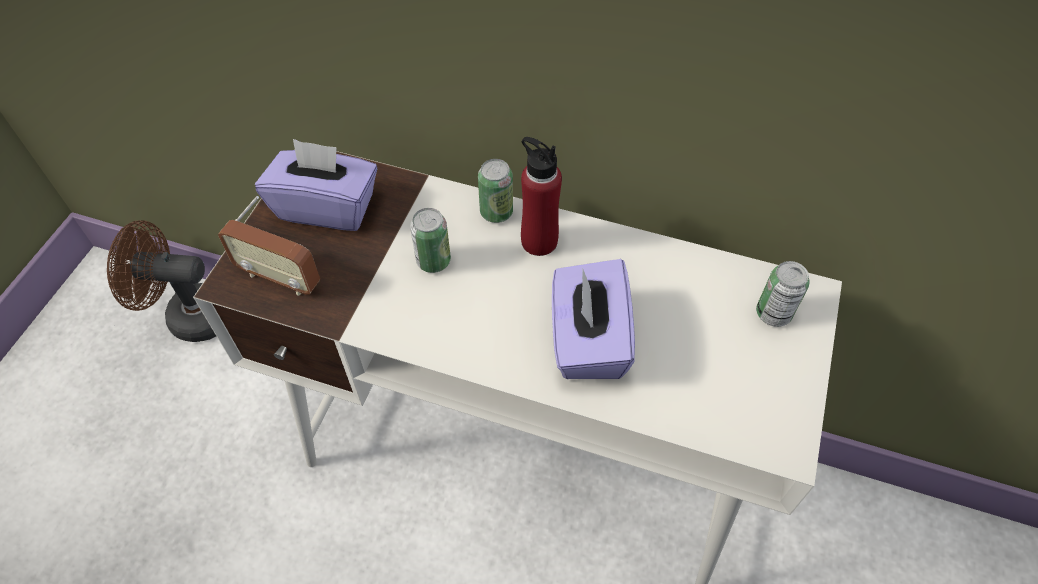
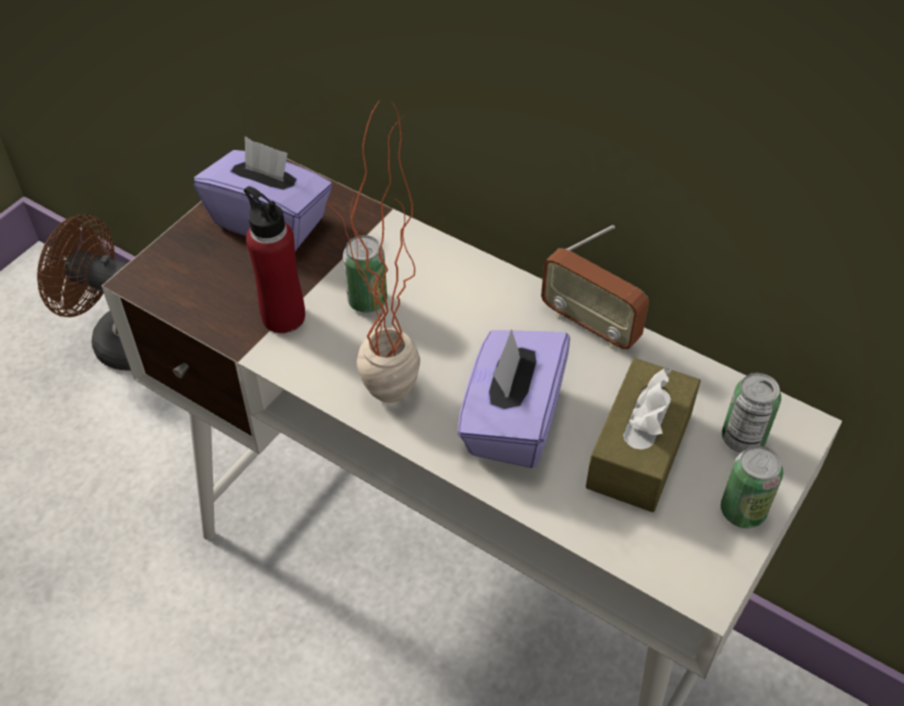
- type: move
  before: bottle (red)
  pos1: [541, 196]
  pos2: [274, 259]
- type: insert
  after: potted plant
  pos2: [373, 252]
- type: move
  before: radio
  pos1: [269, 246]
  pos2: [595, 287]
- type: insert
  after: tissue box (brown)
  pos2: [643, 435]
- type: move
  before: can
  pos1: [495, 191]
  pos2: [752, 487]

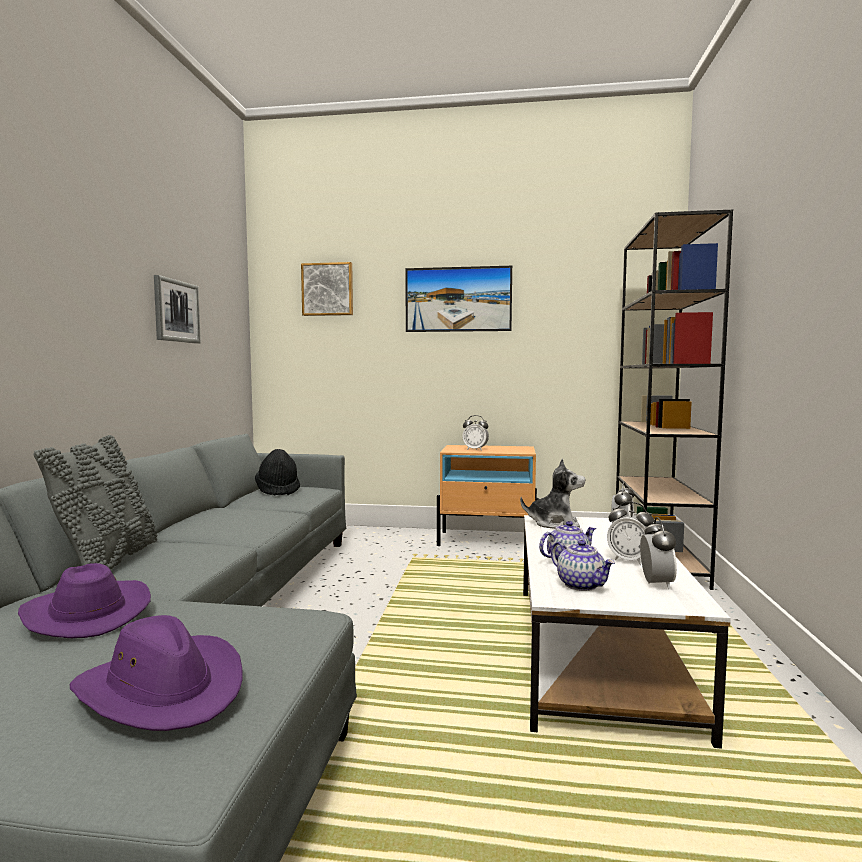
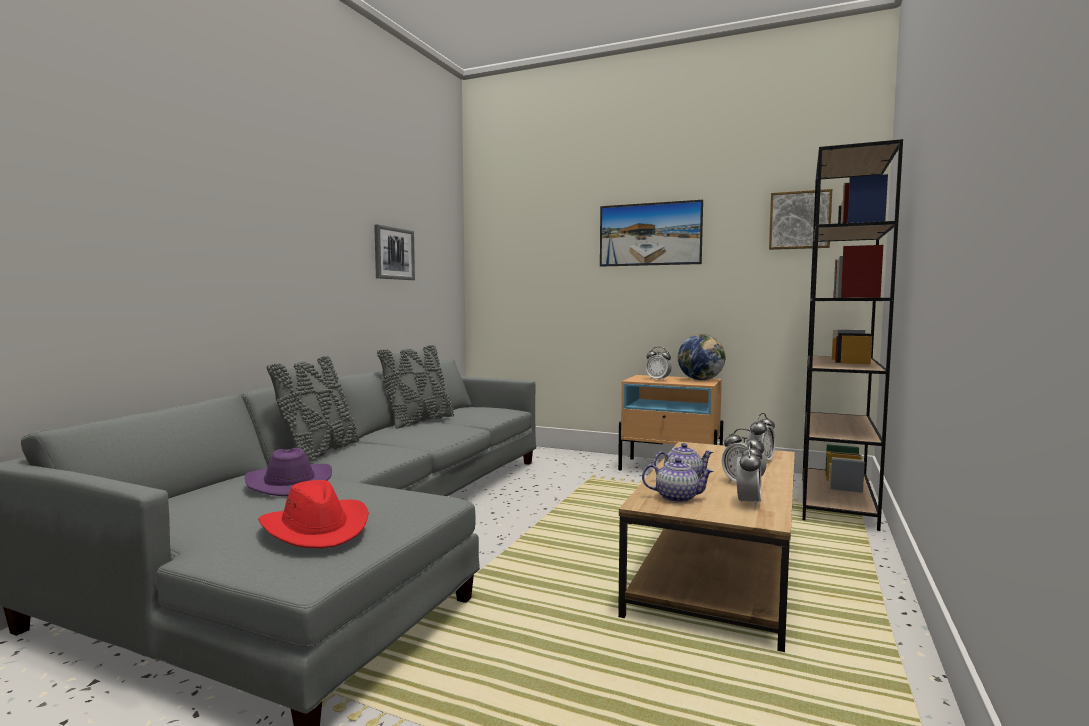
- type: recolor
  before: hat (purple)
  after: hat (red)
  pos1: [156, 673]
  pos2: [313, 514]
- type: insert
  after: pillow (grey)
  pos2: [415, 387]
- type: recolor
  before: coffee table (white)
  after: coffee table (brown)
  pos1: [627, 632]
  pos2: [706, 547]
- type: rotate
  before: teapot
  pos1: [583, 565]
  pos2: [678, 480]
  turn: -60
- type: insert
  after: globe
  pos2: [701, 357]
- type: move
  before: picture
  pos1: [327, 289]
  pos2: [800, 219]
- type: delete
  before: hat (black)
  pos1: [277, 472]
- type: delete
  before: plush toy
  pos1: [553, 494]

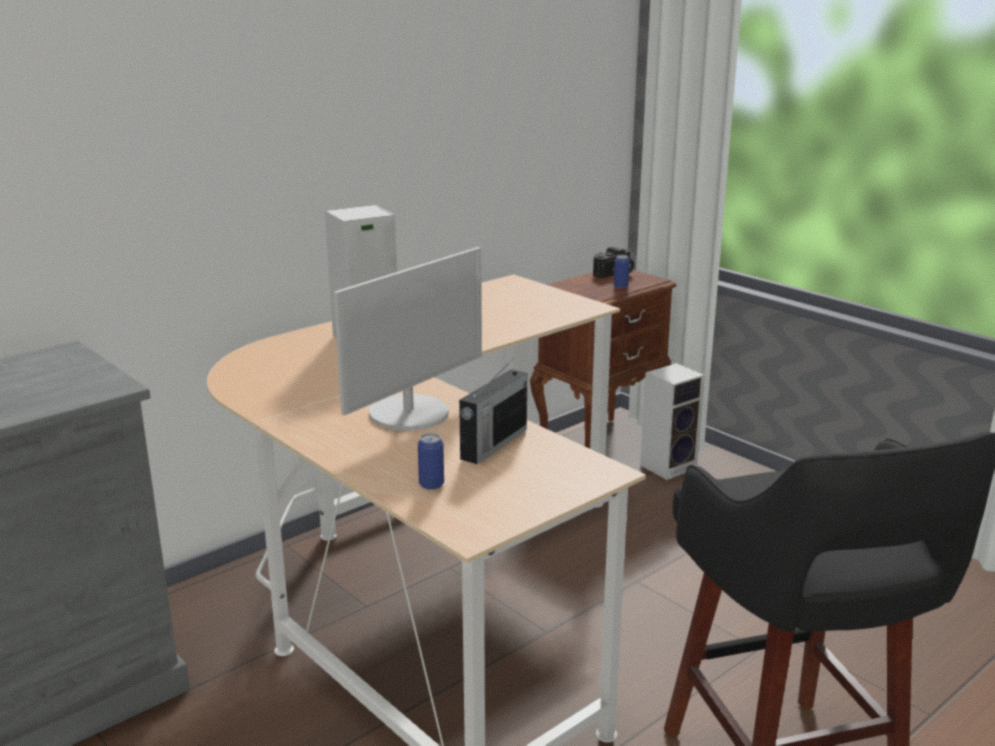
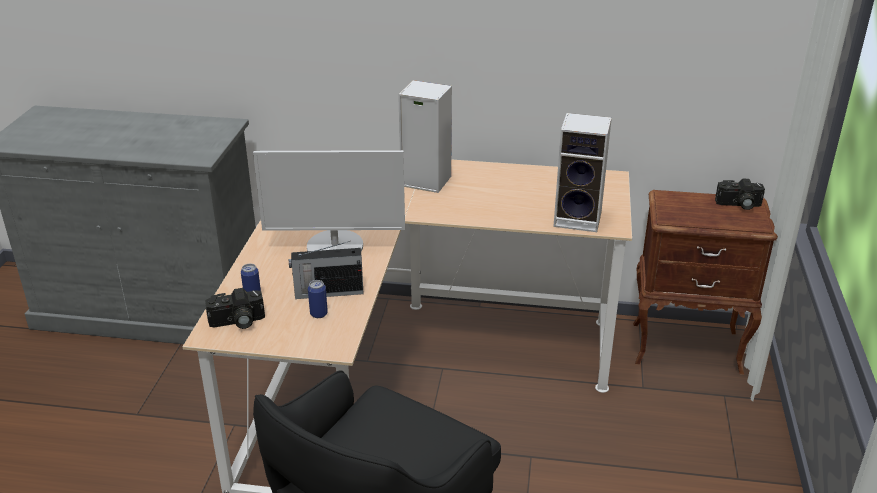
- type: insert
  after: photo camera
  pos2: [235, 308]
- type: move
  before: can
  pos1: [622, 271]
  pos2: [318, 299]
- type: move
  before: speaker
  pos1: [672, 421]
  pos2: [582, 172]

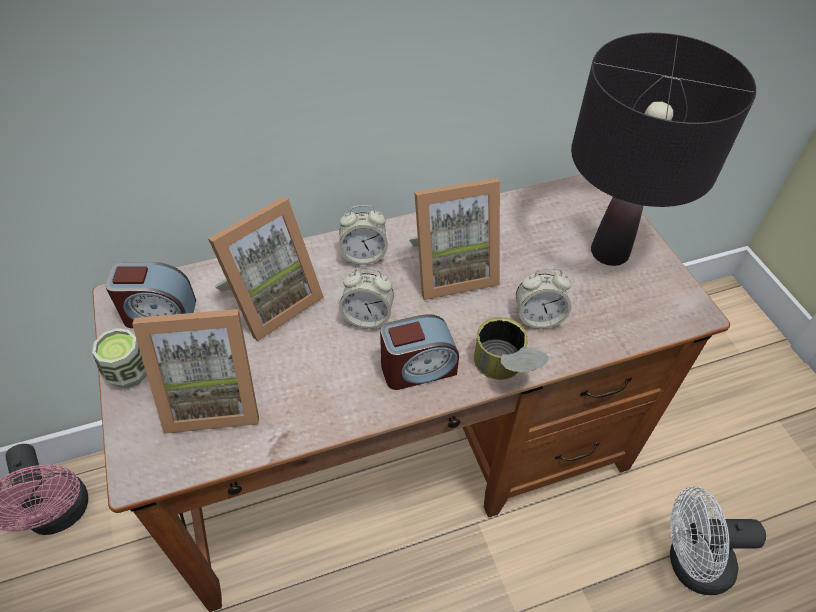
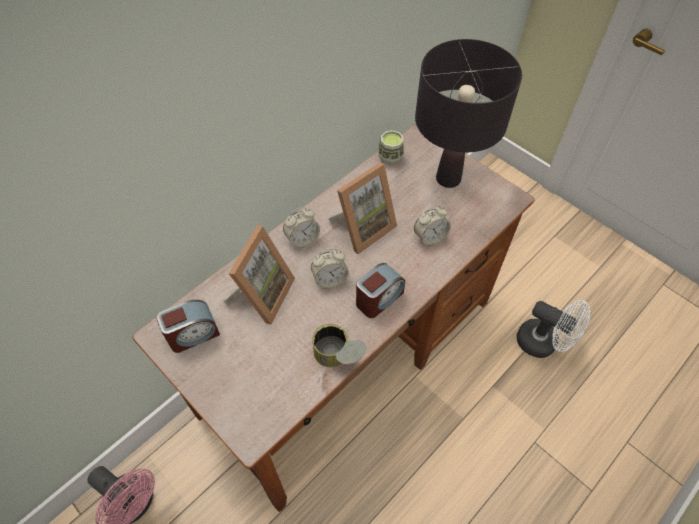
- type: move
  before: can
  pos1: [511, 348]
  pos2: [339, 345]
- type: move
  before: cup
  pos1: [119, 358]
  pos2: [391, 147]
- type: rotate
  before: fan (white)
  pos1: [718, 540]
  pos2: [553, 329]
  turn: -120
- type: delete
  before: picture frame
  pos1: [195, 371]

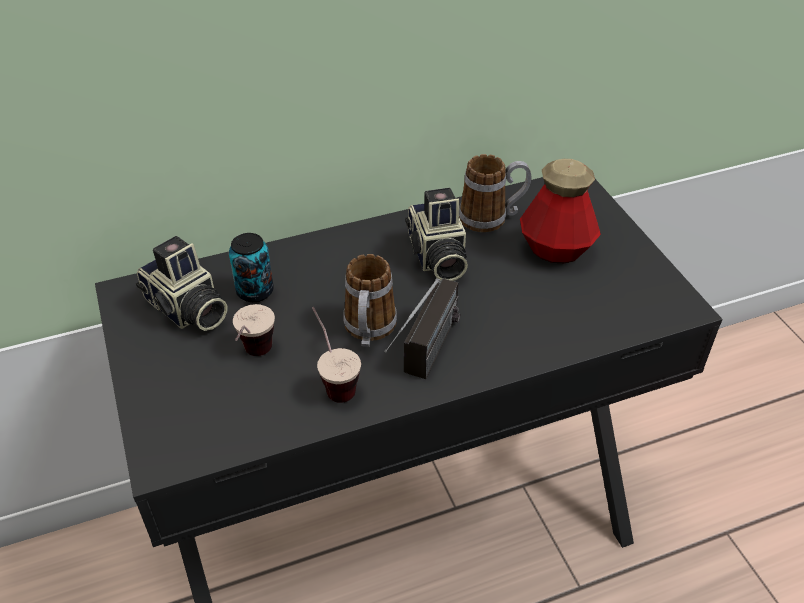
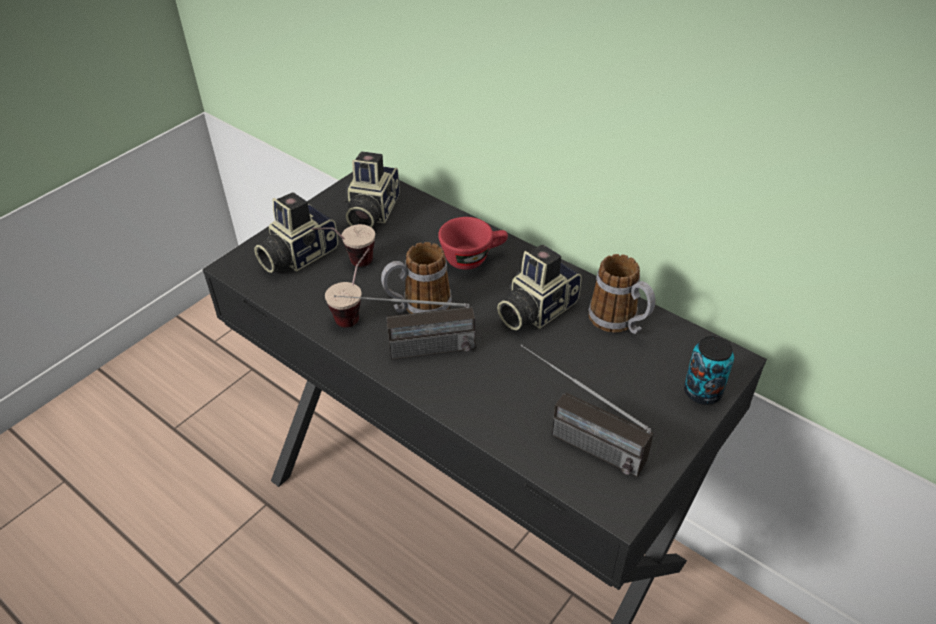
- type: insert
  after: photo camera
  pos2: [296, 232]
- type: insert
  after: cup (red)
  pos2: [473, 243]
- type: insert
  after: radio
  pos2: [587, 411]
- type: move
  before: can
  pos1: [251, 267]
  pos2: [709, 370]
- type: delete
  before: bottle
  pos1: [560, 211]

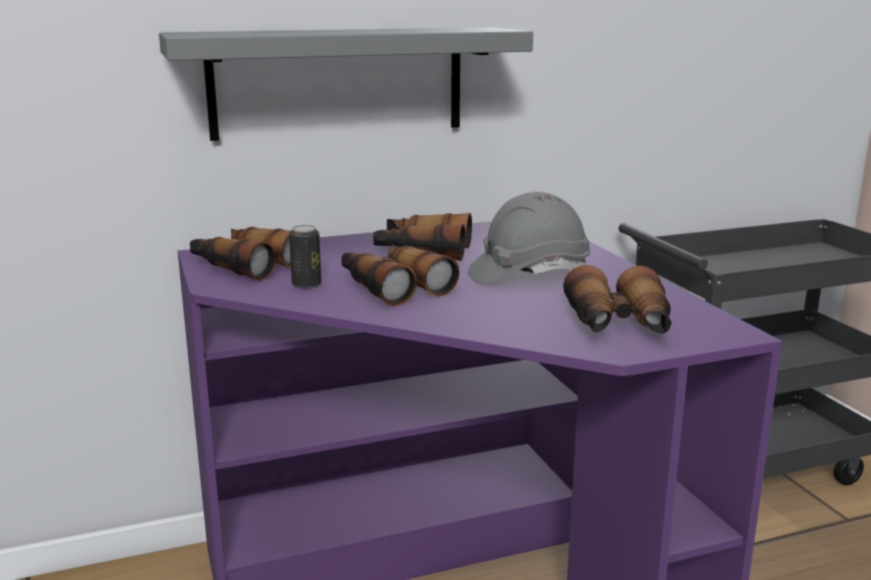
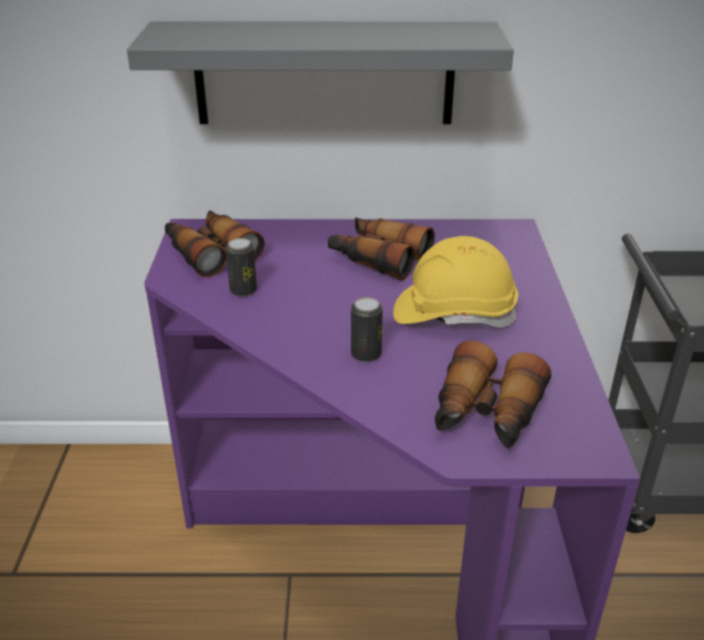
- type: insert
  after: can
  pos2: [367, 329]
- type: recolor
  before: hard hat (grey)
  after: hard hat (yellow)
  pos1: [529, 238]
  pos2: [455, 281]
- type: delete
  before: binoculars
  pos1: [400, 275]

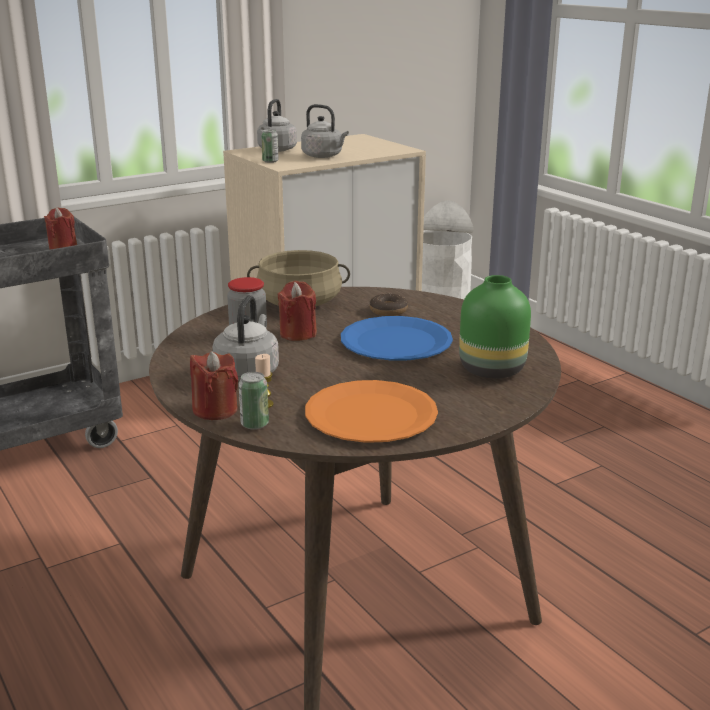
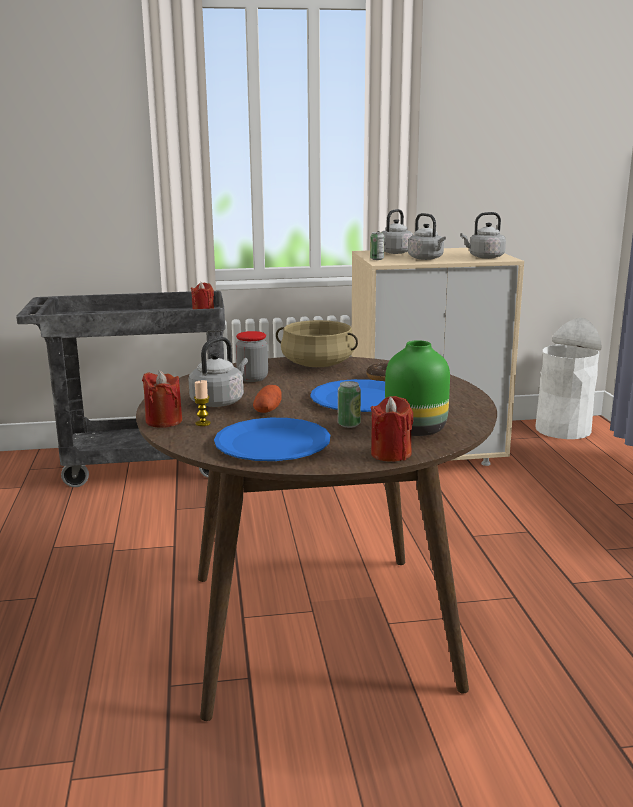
- type: recolor
  before: plate (orange)
  after: plate (blue)
  pos1: [371, 411]
  pos2: [272, 439]
- type: insert
  after: potato
  pos2: [267, 399]
- type: move
  before: can
  pos1: [254, 401]
  pos2: [349, 404]
- type: move
  before: candle (red)
  pos1: [297, 311]
  pos2: [392, 429]
- type: insert
  after: kettle (grey)
  pos2: [483, 235]

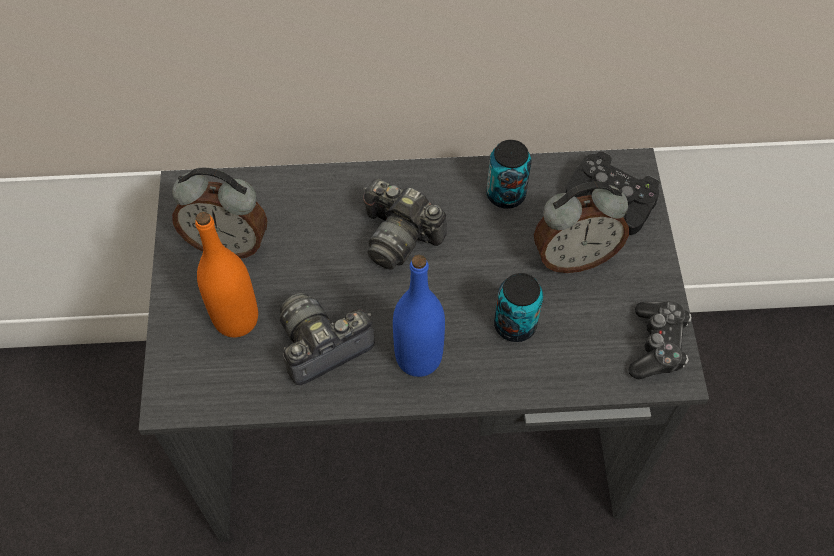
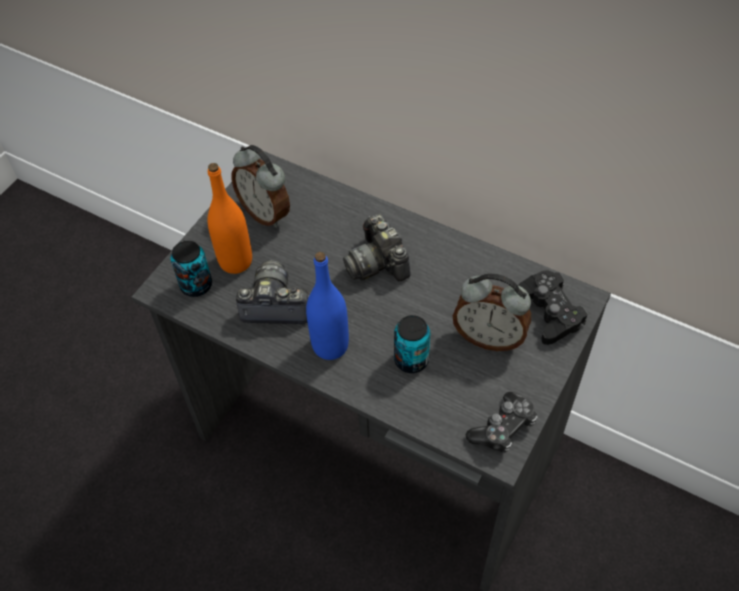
- type: move
  before: can
  pos1: [508, 174]
  pos2: [191, 268]

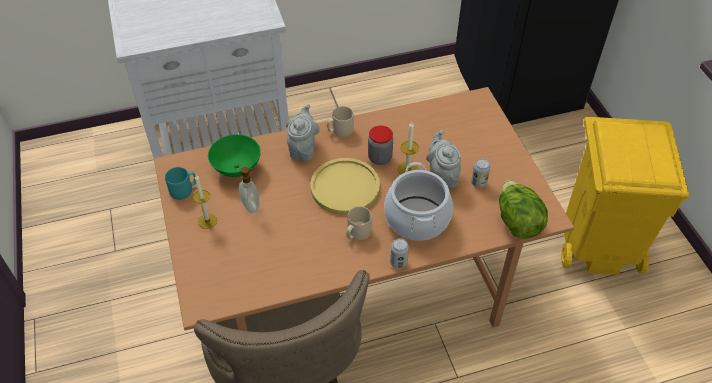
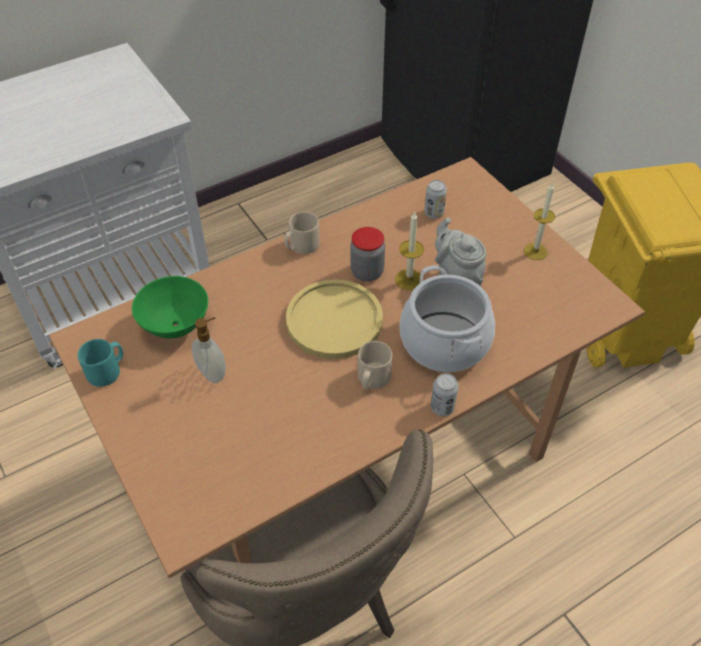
- type: move
  before: can
  pos1: [480, 173]
  pos2: [435, 199]
- type: move
  before: candle
  pos1: [205, 202]
  pos2: [539, 221]
- type: delete
  before: teapot (grey)
  pos1: [302, 132]
- type: delete
  before: lettuce
  pos1: [523, 209]

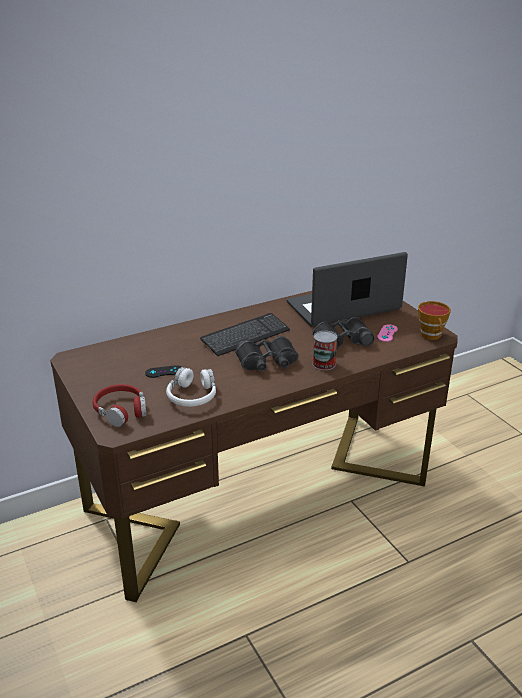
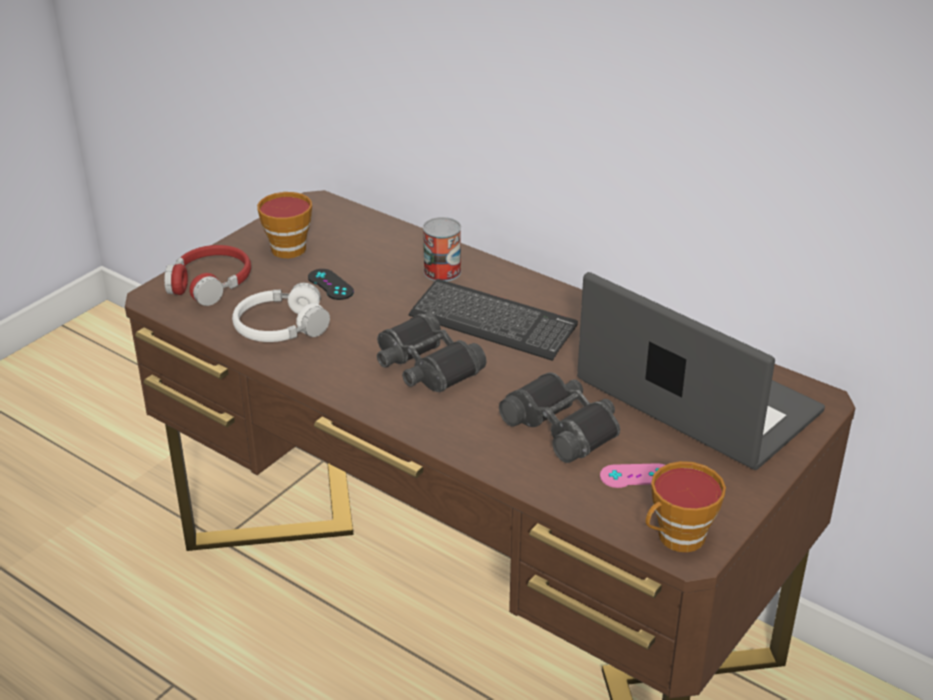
- type: insert
  after: cup
  pos2: [284, 225]
- type: move
  before: can
  pos1: [325, 350]
  pos2: [442, 249]

